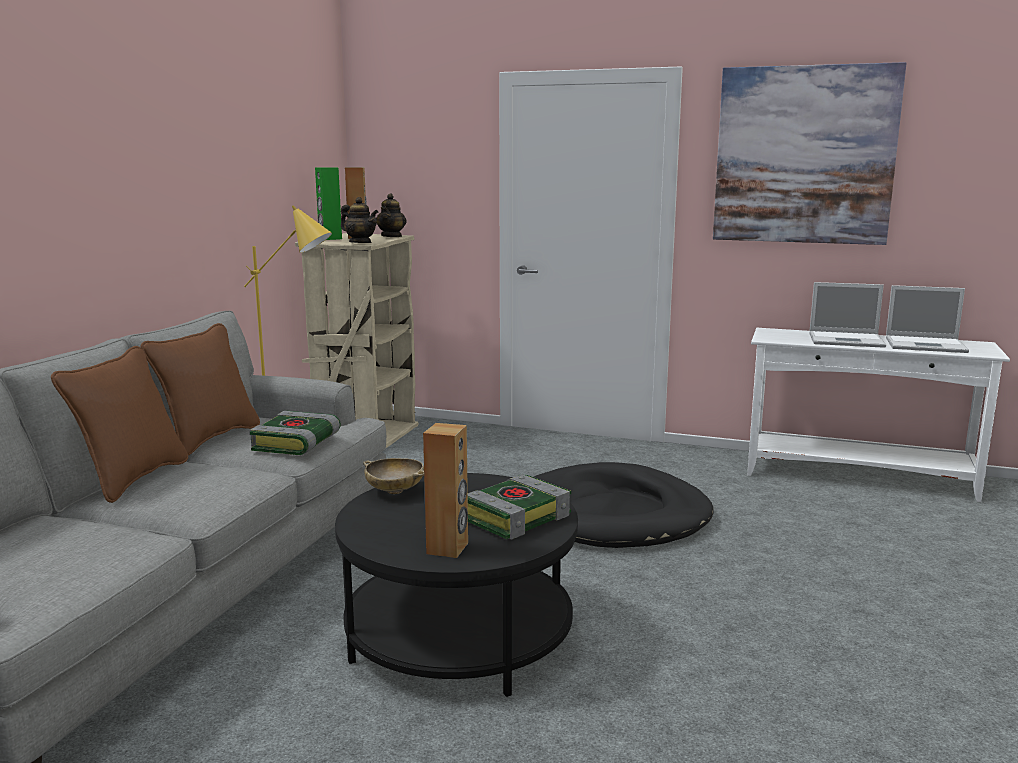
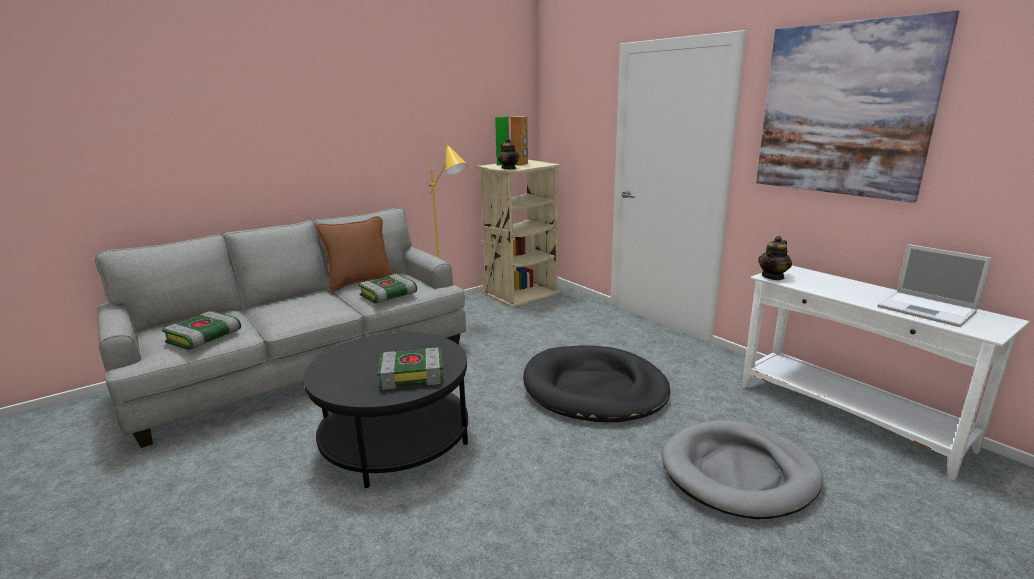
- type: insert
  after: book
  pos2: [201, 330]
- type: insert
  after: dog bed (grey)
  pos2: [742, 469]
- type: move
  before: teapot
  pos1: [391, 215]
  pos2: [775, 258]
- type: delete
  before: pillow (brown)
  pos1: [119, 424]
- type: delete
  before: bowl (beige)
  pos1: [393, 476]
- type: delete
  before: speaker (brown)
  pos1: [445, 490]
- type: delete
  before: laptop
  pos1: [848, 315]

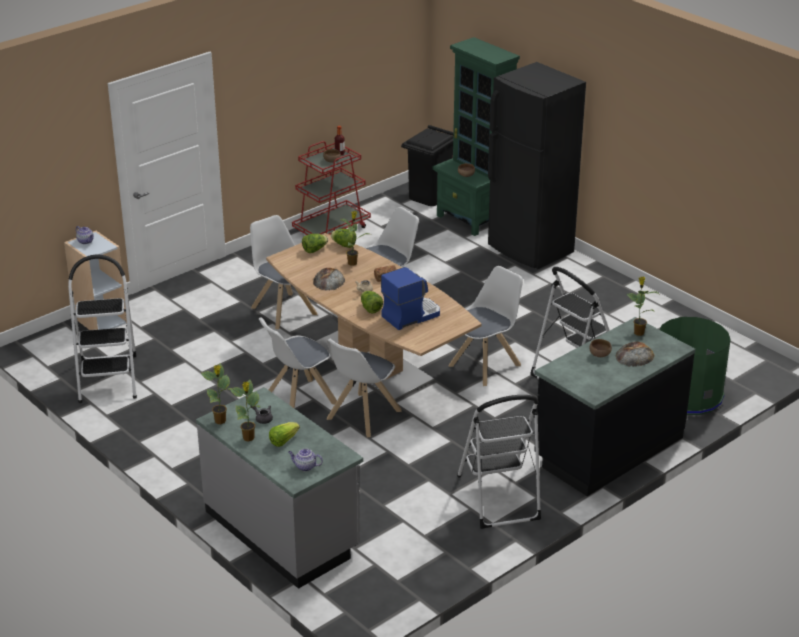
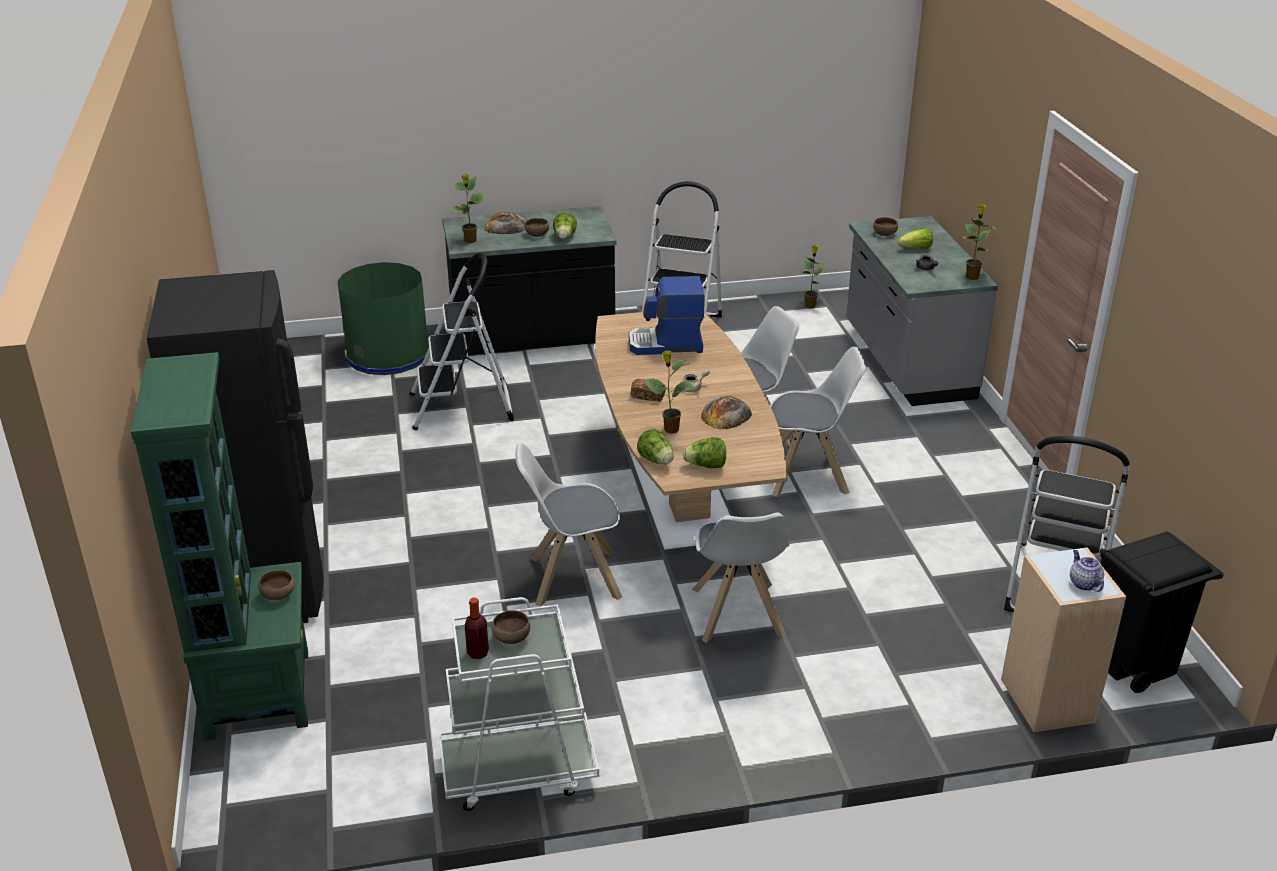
- type: recolor
  before: cart (red)
  after: cart (white)
  pos1: [331, 188]
  pos2: [519, 704]
- type: move
  before: lettuce
  pos1: [372, 302]
  pos2: [565, 225]
- type: move
  before: potted plant
  pos1: [245, 410]
  pos2: [813, 276]
- type: insert
  after: bowl (brown)
  pos2: [885, 226]
- type: move
  before: trash can (black)
  pos1: [427, 165]
  pos2: [1161, 612]
- type: delete
  before: teapot
  pos1: [305, 460]
- type: delete
  before: chair
  pos1: [485, 326]

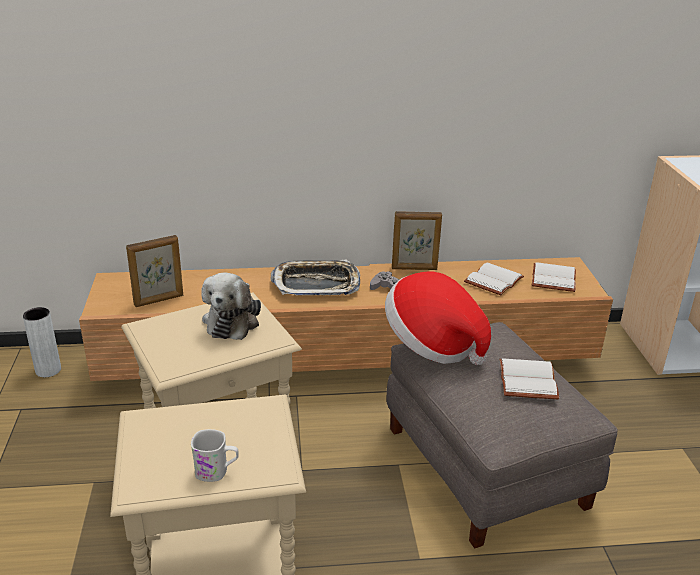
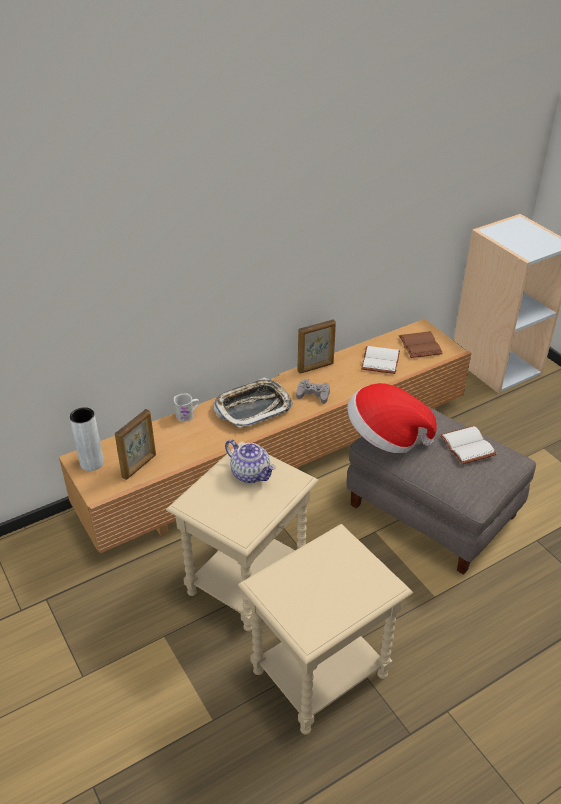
- type: move
  before: vase (grey)
  pos1: [42, 342]
  pos2: [87, 439]
- type: move
  before: mug (white)
  pos1: [215, 455]
  pos2: [186, 408]
- type: replace
  before: plush toy
  after: teapot
  pos1: [231, 306]
  pos2: [250, 461]
- type: recolor
  before: book (white)
  after: book (brown)
  pos1: [554, 277]
  pos2: [421, 344]

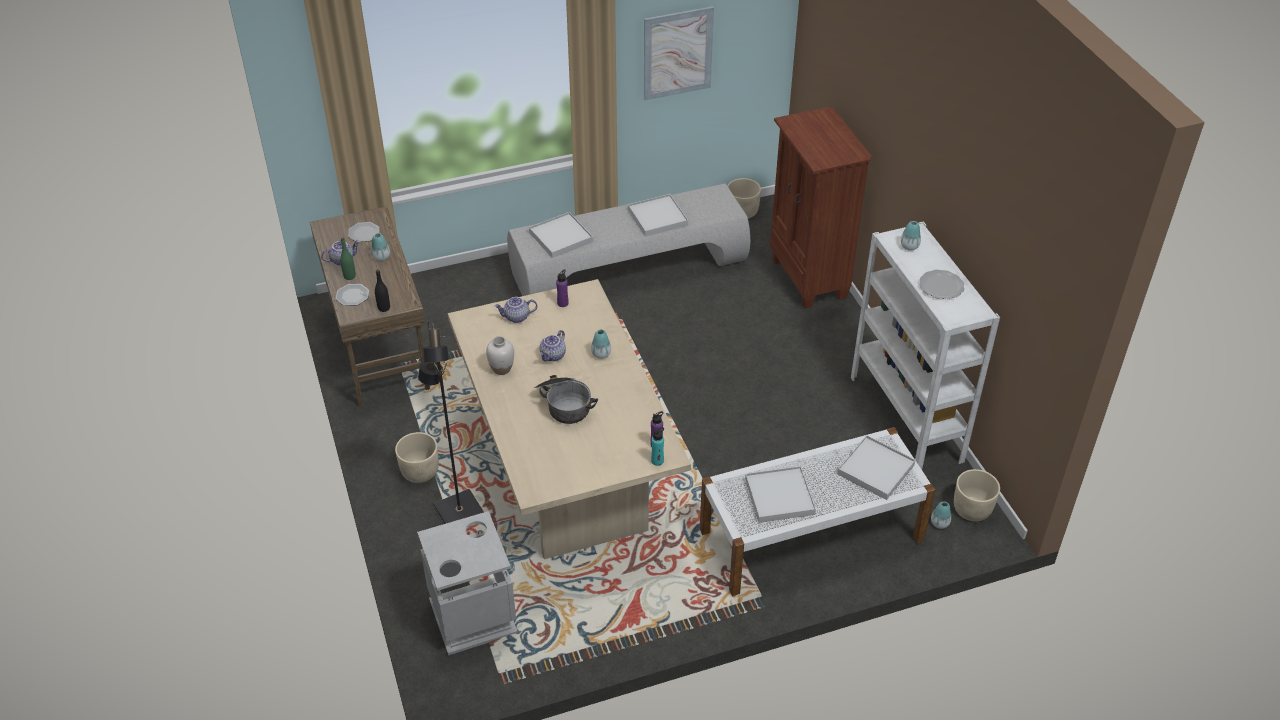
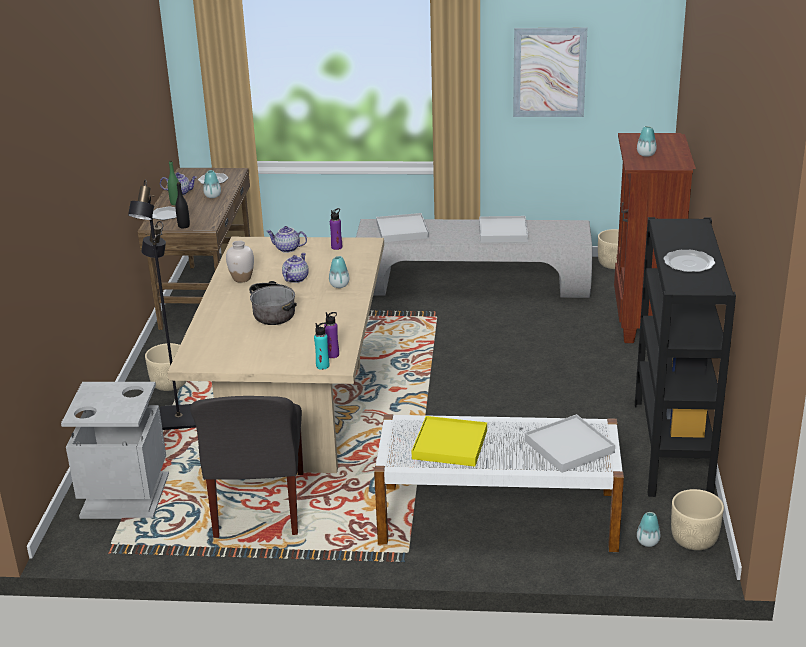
- type: insert
  after: chair (grey)
  pos2: [246, 467]
- type: rotate
  before: teapot
  pos1: [553, 346]
  pos2: [295, 268]
  turn: 150
- type: recolor
  before: tray (white)
  after: tray (yellow)
  pos1: [780, 494]
  pos2: [449, 441]
- type: recolor
  before: bookcase (white)
  after: bookcase (black)
  pos1: [925, 345]
  pos2: [685, 357]
- type: move
  before: vase
  pos1: [910, 236]
  pos2: [646, 141]

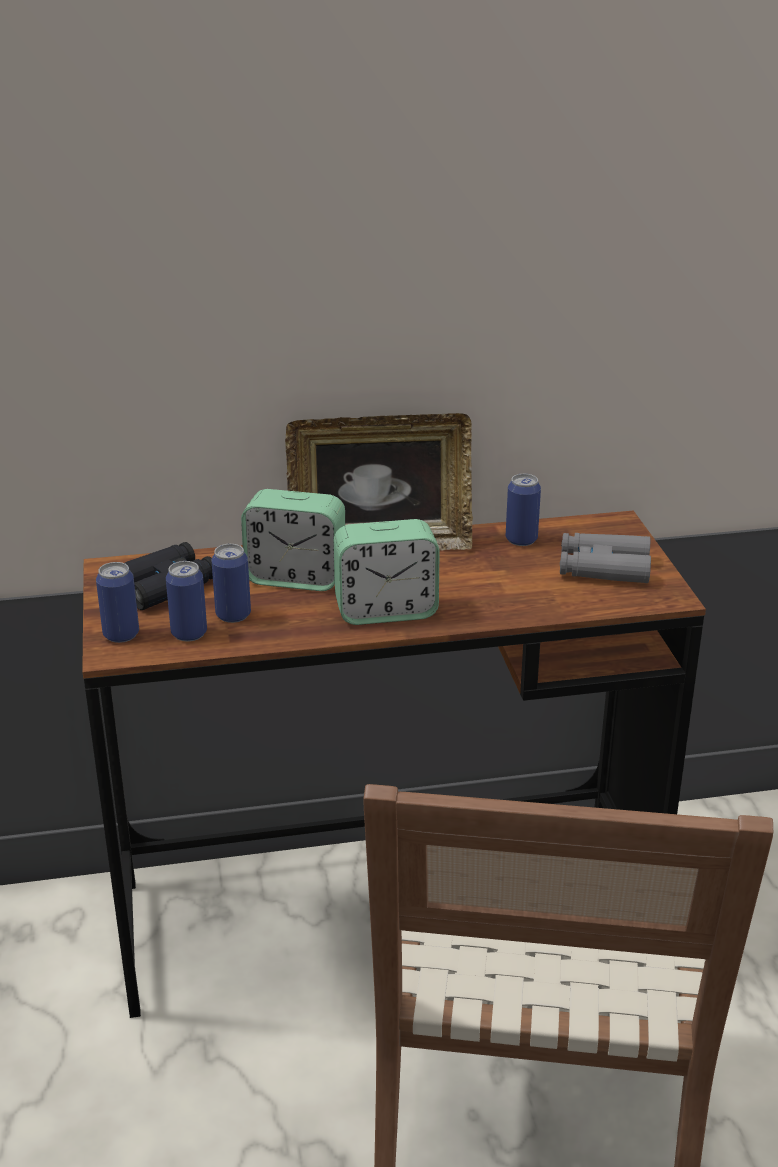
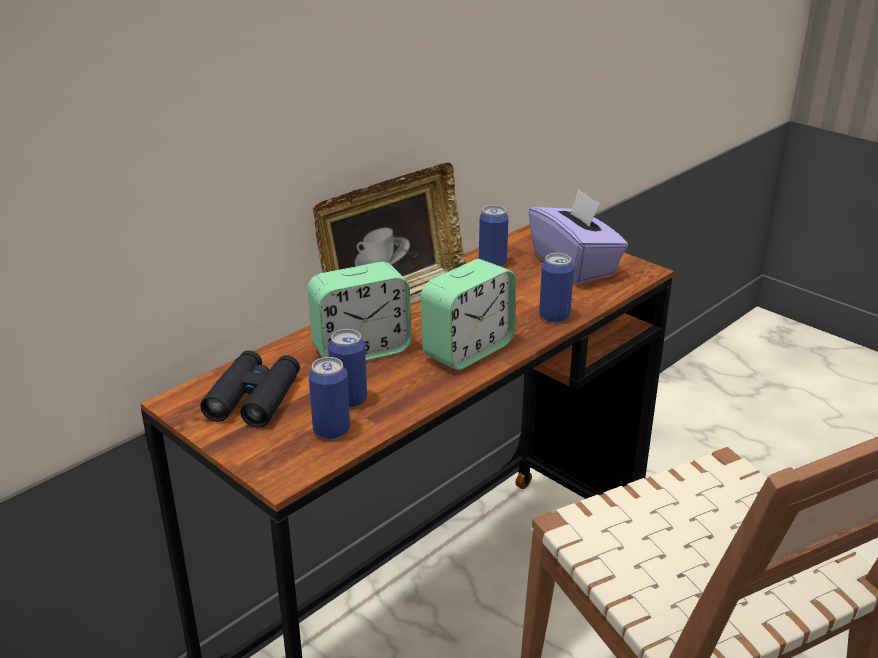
- type: replace
  before: binoculars (grey)
  after: tissue box (purple)
  pos1: [605, 558]
  pos2: [578, 236]
- type: move
  before: can
  pos1: [117, 602]
  pos2: [556, 288]

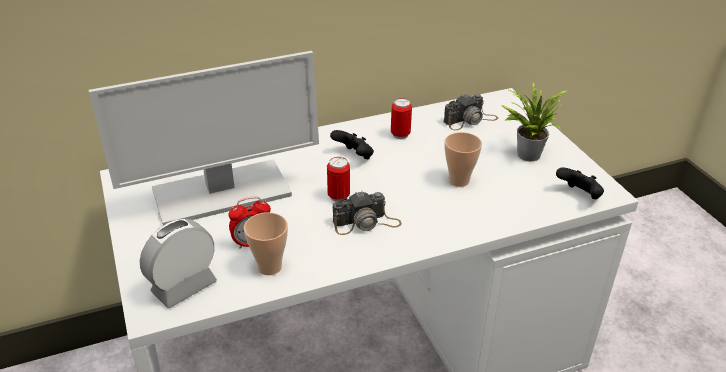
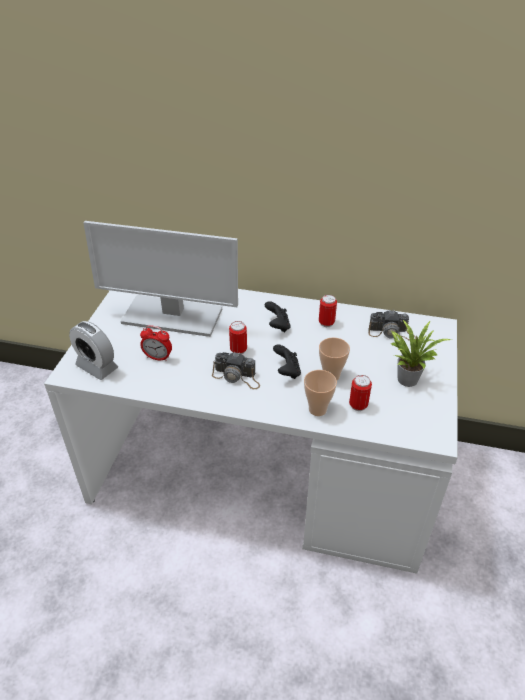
- type: rotate
  before: alarm clock
  pos1: [178, 263]
  pos2: [93, 350]
  turn: -135
- type: move
  before: game controller (black)
  pos1: [580, 183]
  pos2: [287, 362]
- type: move
  before: cup
  pos1: [266, 243]
  pos2: [320, 393]
- type: insert
  after: can
  pos2: [360, 393]

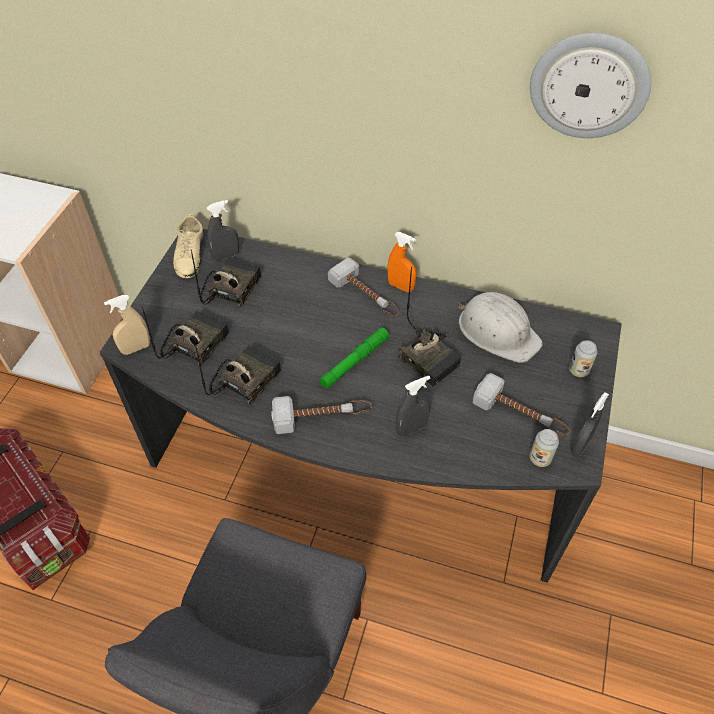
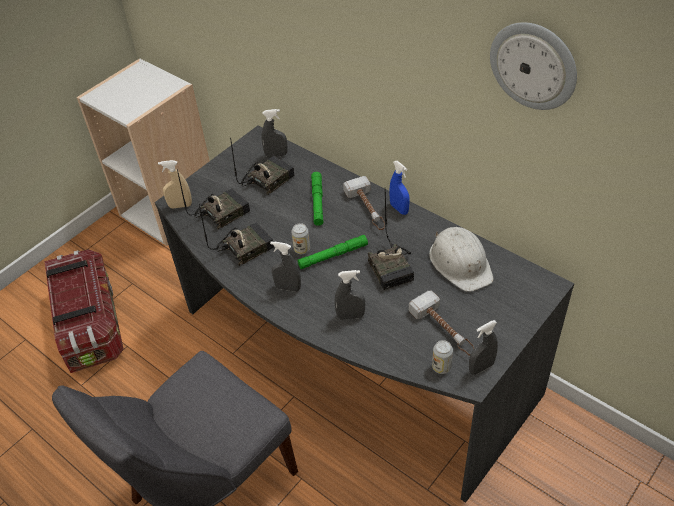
- type: replace
  before: hammer
  after: spray bottle (grey)
  pos1: [321, 415]
  pos2: [285, 266]
- type: move
  before: can
  pos1: [583, 358]
  pos2: [300, 238]
- type: insert
  after: flashlight (green)
  pos2: [317, 199]
- type: recolor
  before: spray bottle (orange)
  after: spray bottle (blue)
  pos1: [402, 262]
  pos2: [399, 188]
- type: delete
  before: shoe (beige)
  pos1: [188, 246]

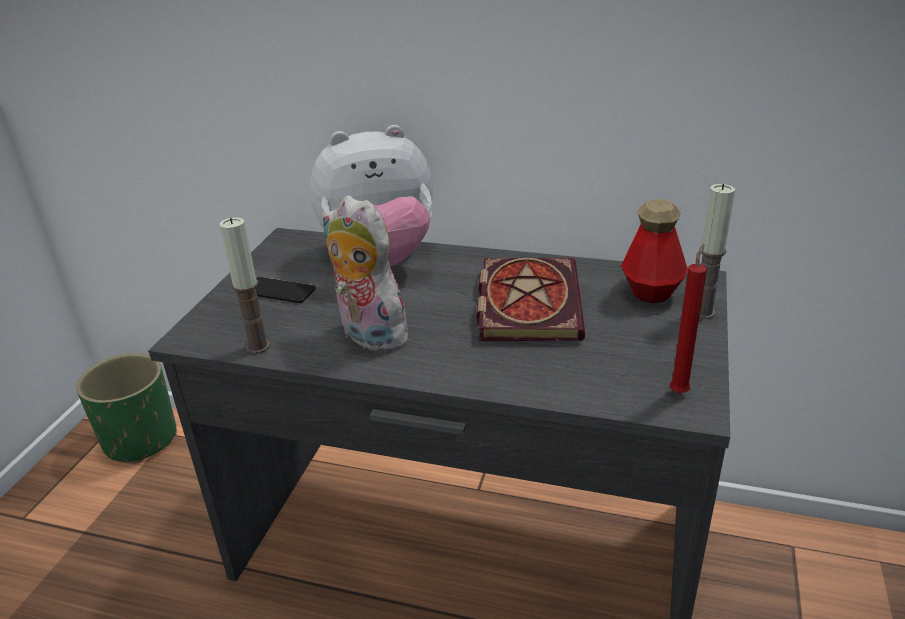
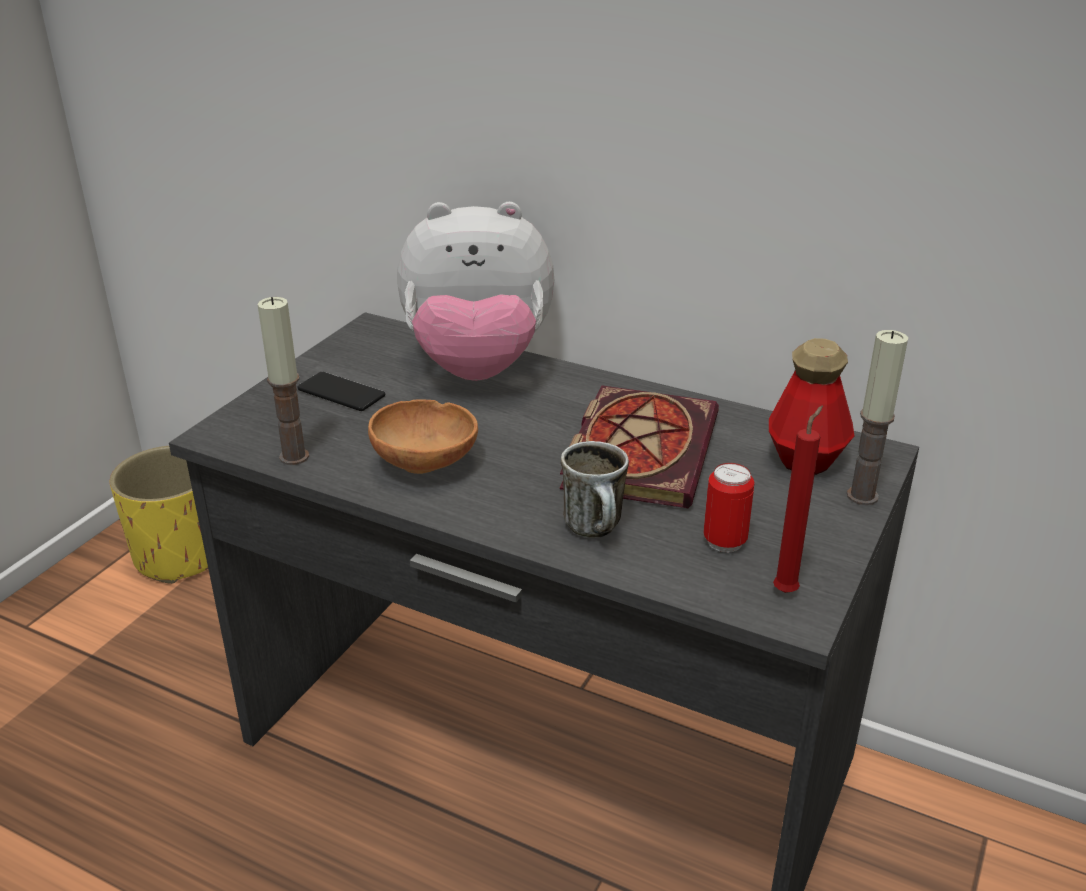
- type: recolor
  before: planter (green)
  after: planter (yellow)
  pos1: [126, 408]
  pos2: [159, 515]
- type: replace
  before: plush toy
  after: bowl (brown)
  pos1: [368, 273]
  pos2: [423, 436]
- type: insert
  after: mug
  pos2: [595, 489]
- type: insert
  after: can
  pos2: [729, 507]

